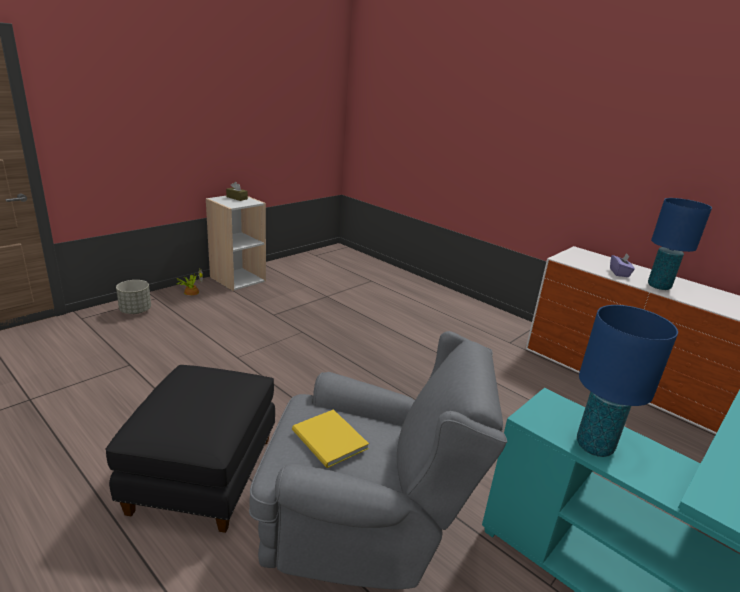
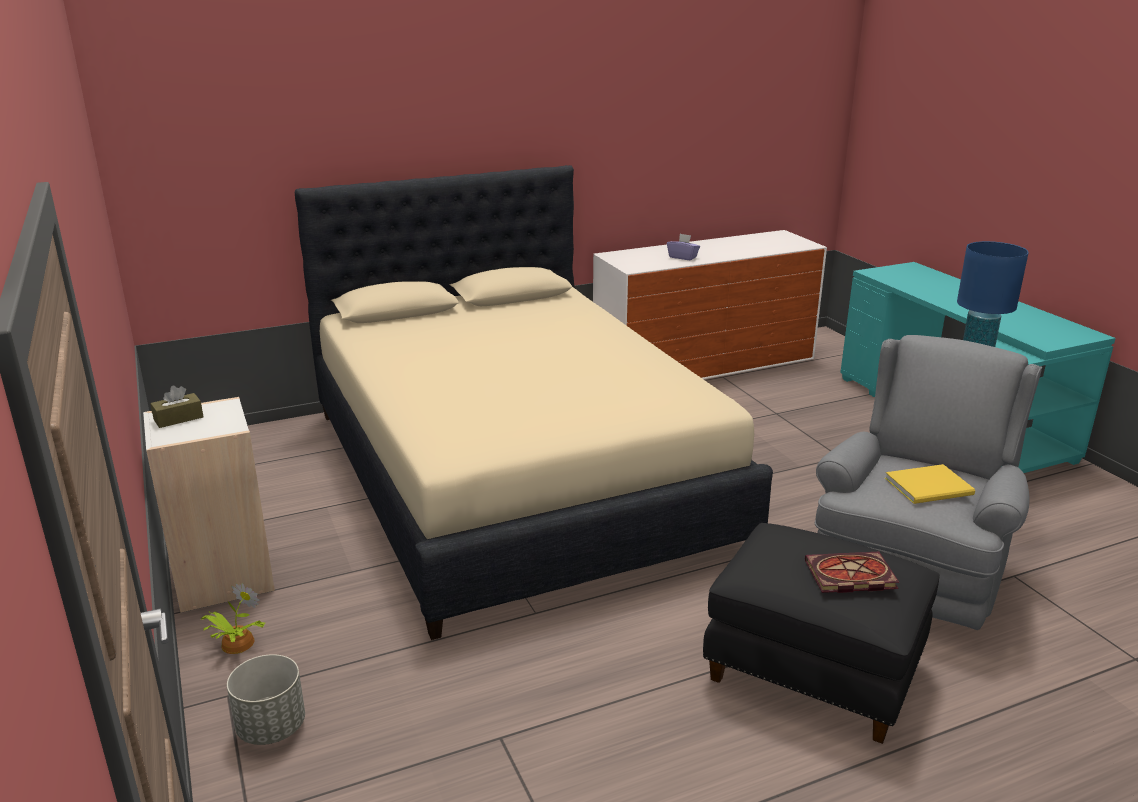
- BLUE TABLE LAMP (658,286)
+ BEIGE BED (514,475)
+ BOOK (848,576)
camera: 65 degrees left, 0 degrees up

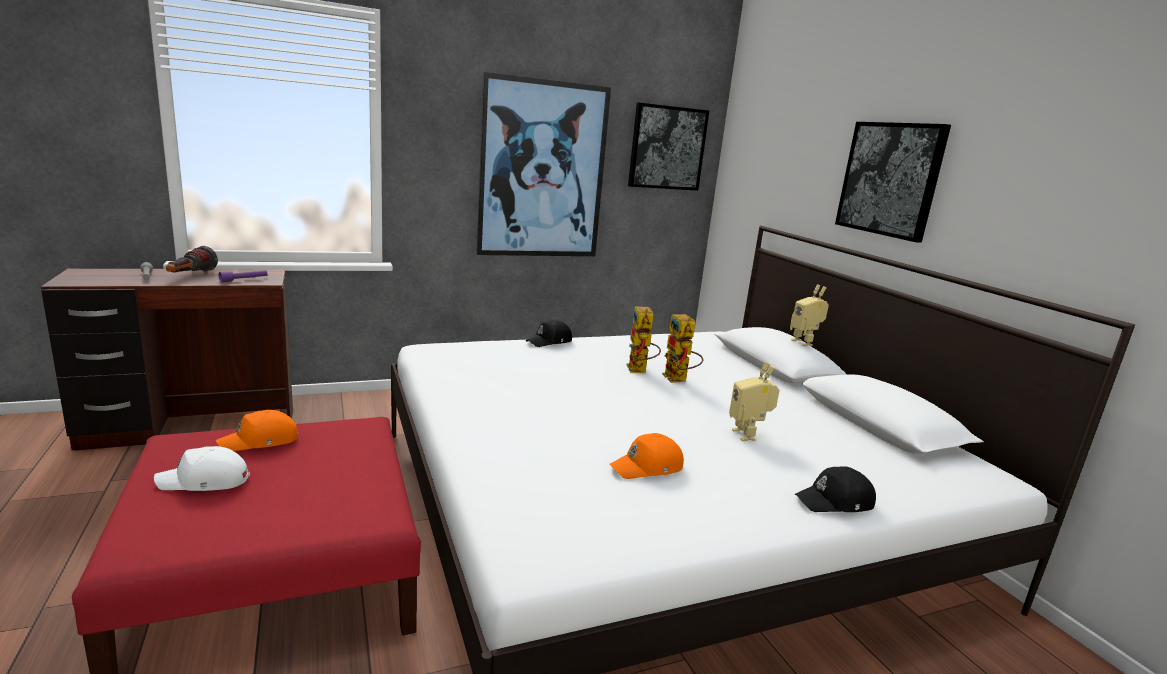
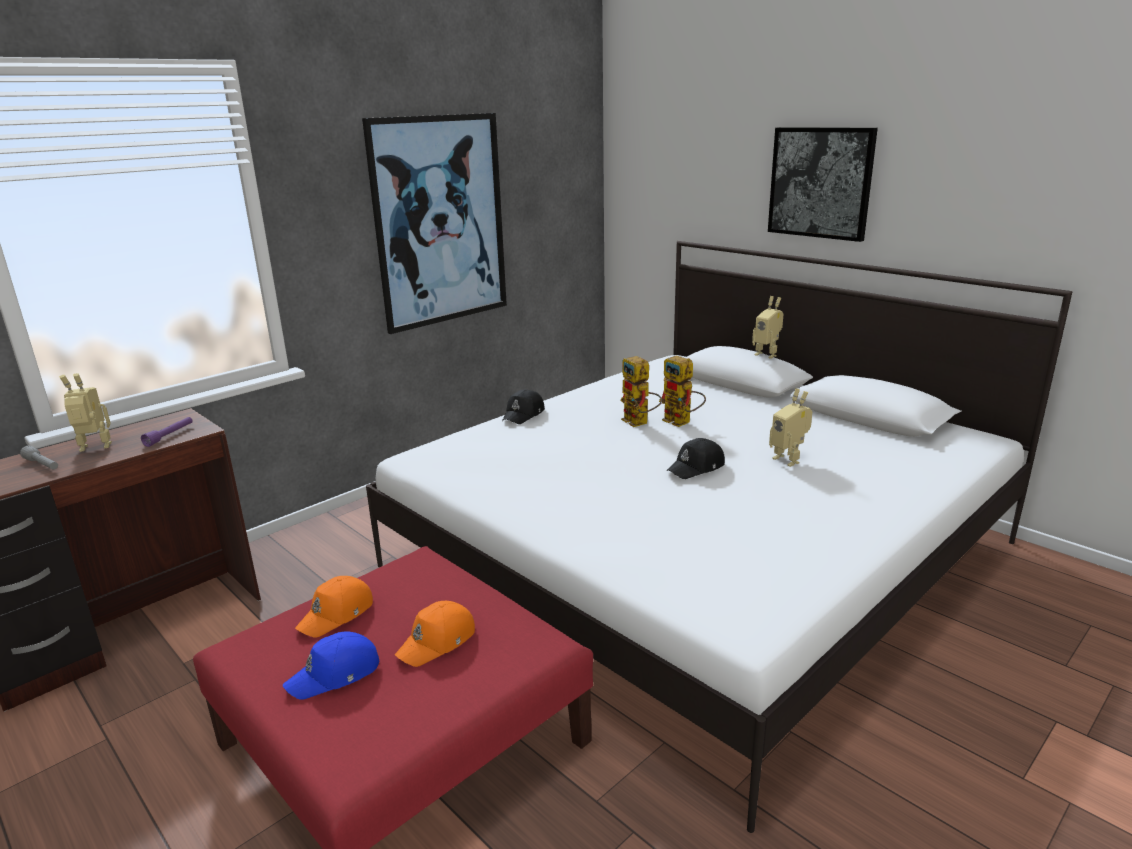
~ WHITE CAP (204,481) to BLUE CAP (335,674)
~ FLASHLIGHT (190,276) to TOY ROBOT (94,448)
~ ORANGE CAP (648,467) to (438,642)
- PICTURE (667,148)
~ BLACK CAP (835,502) to (696,467)
camera: 20 degrees left, 5 degrees up

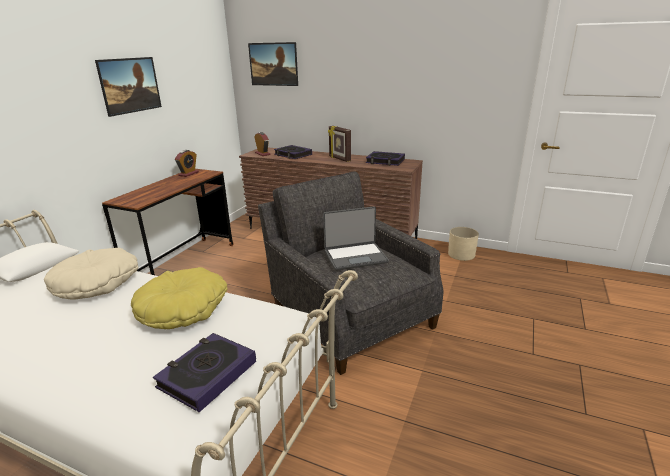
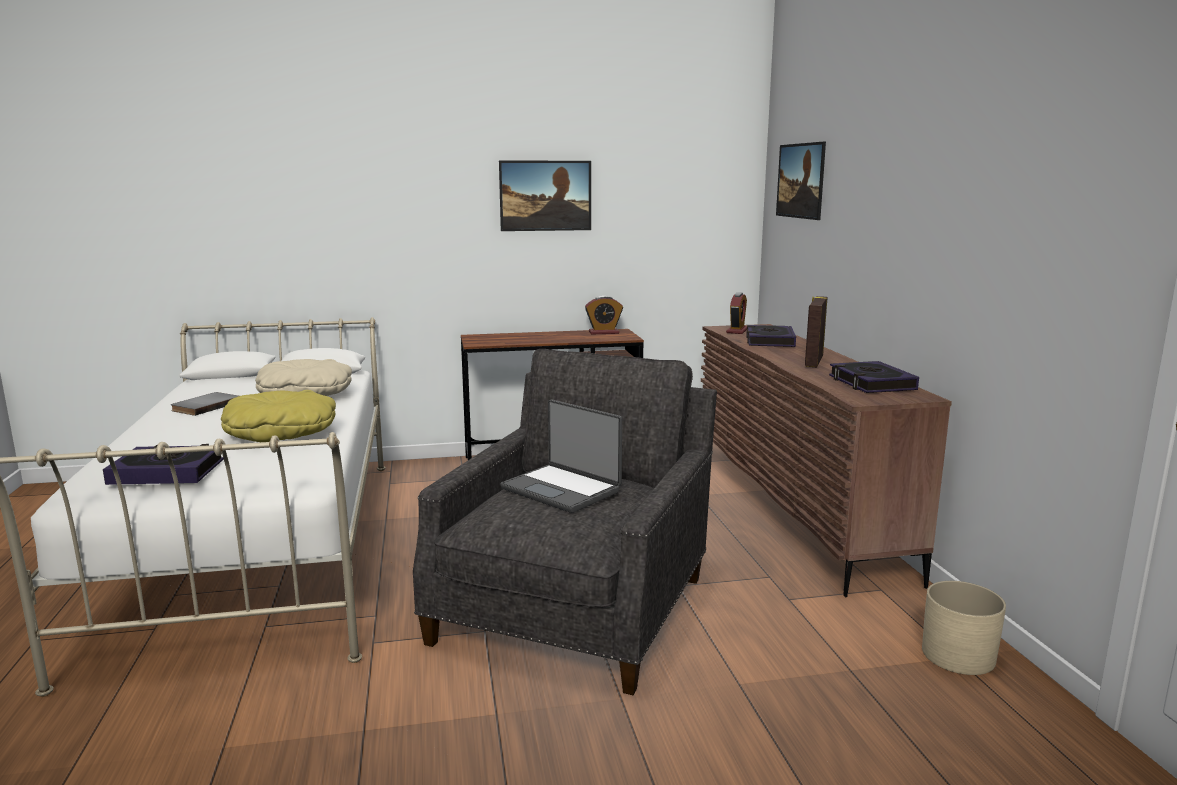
+ GREY BOOK (205,406)
camera: 55 degrees right, 10 degrees down

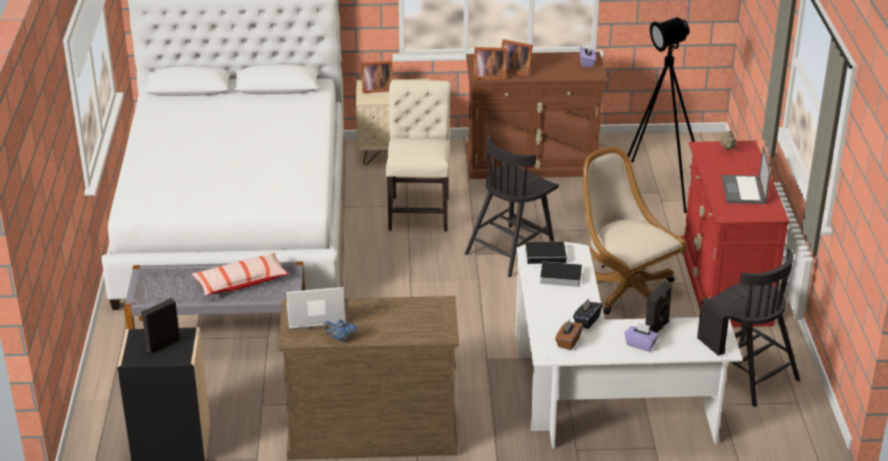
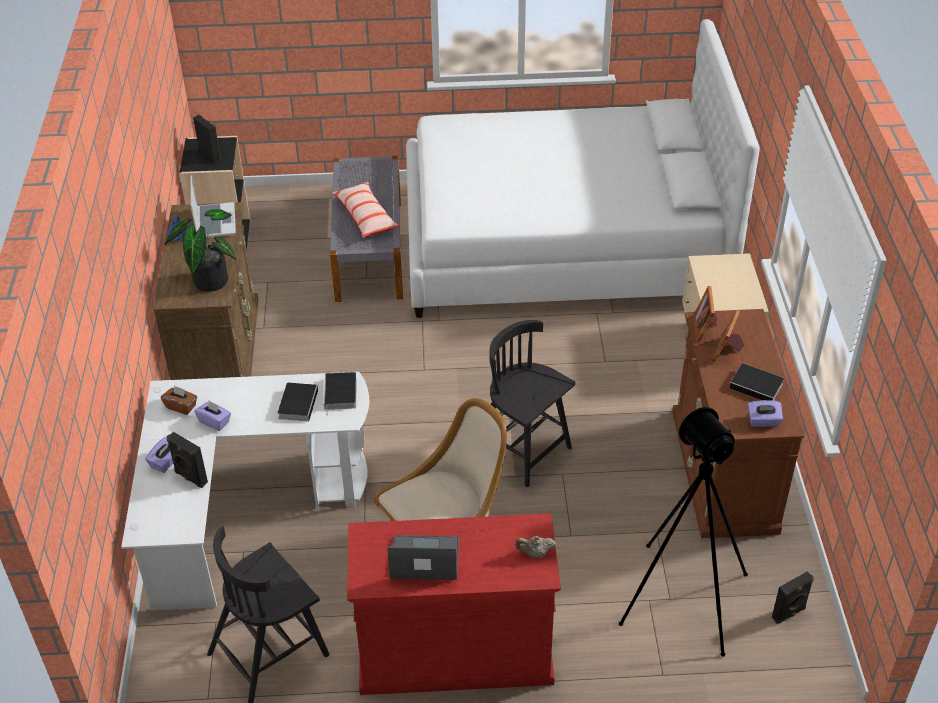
- PICTURE FRAME (375,89)
- BEIGE CHAIR (420,211)
~ BLACK TISSUE BOX (586,321) to PURPLE TISSUE BOX (214,422)
~ BLACK SPEAKER (711,345) to (789,613)
+ POTTED PLANT (208,278)
+ BOOK (758,386)
camera: 90 degrees right, 10 degrees up

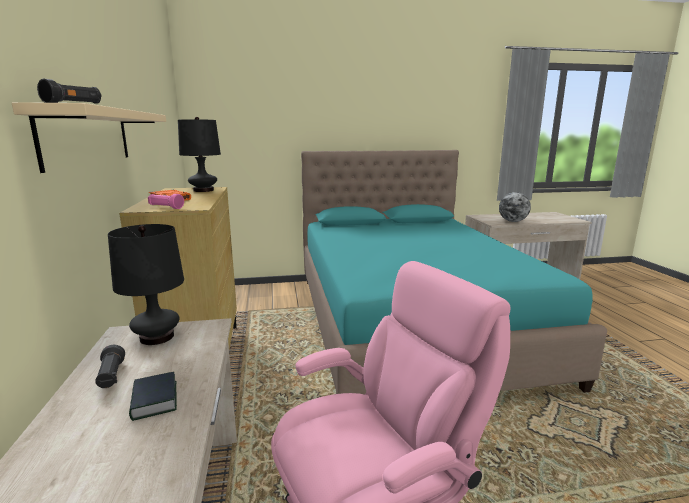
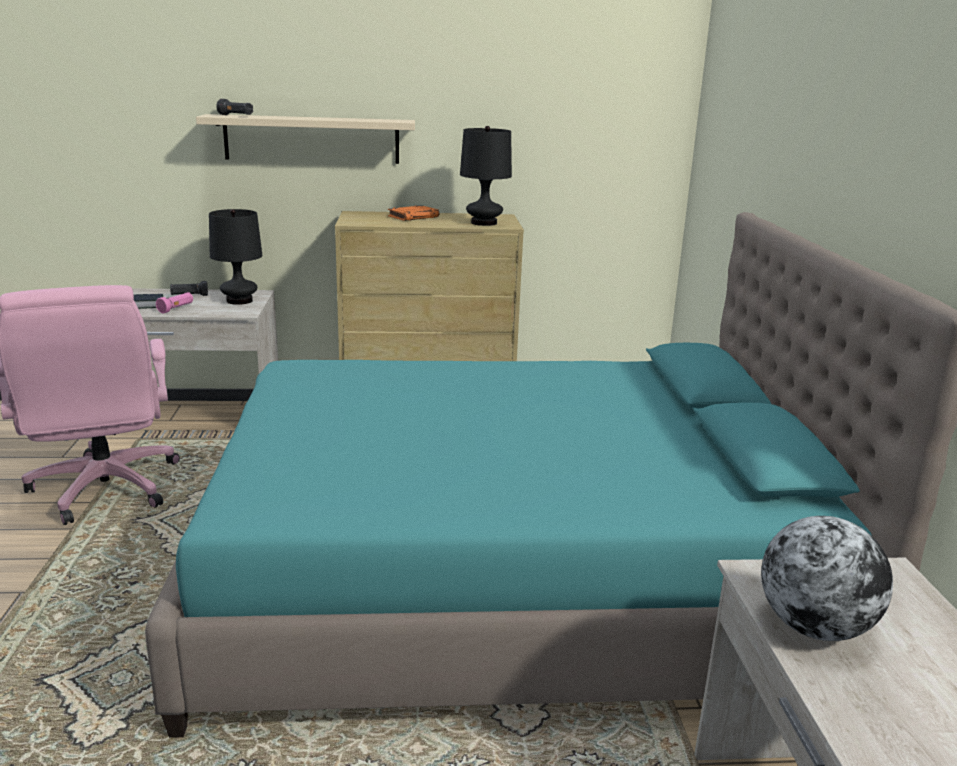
~ PINK FLASHLIGHT (166,207) to (176,309)
camera: 95 degrees right, 5 degrees up

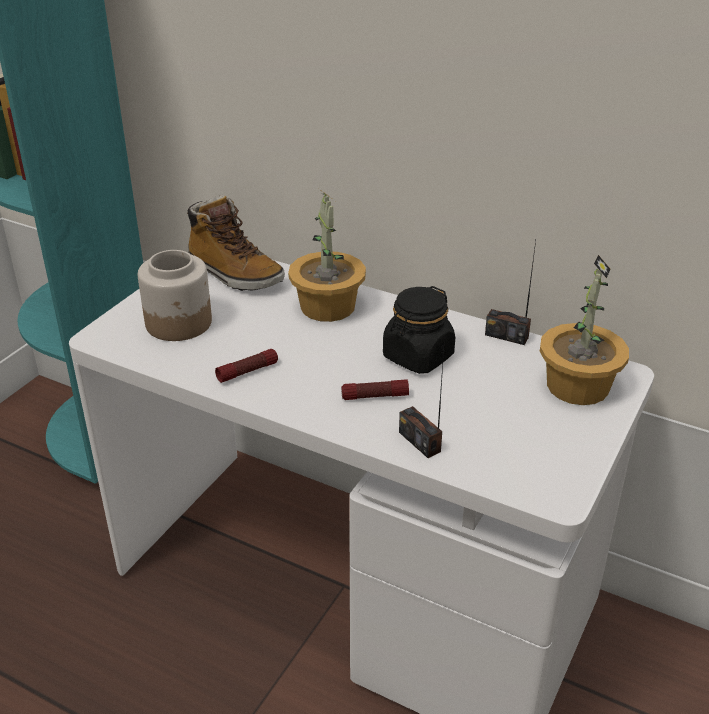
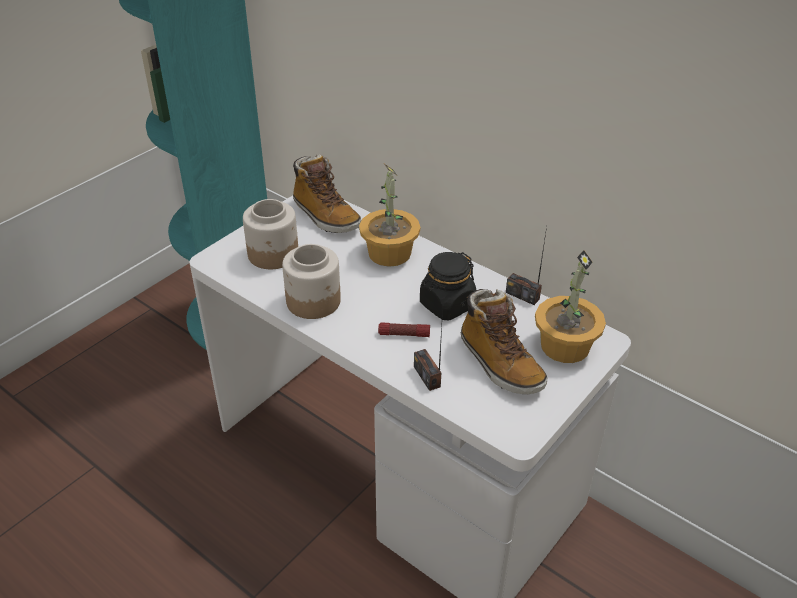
~ FLASHLIGHT (247,371) to JAR (314,301)
+ BOOT (499,364)
camera: 10 degrees right, 5 degrees up

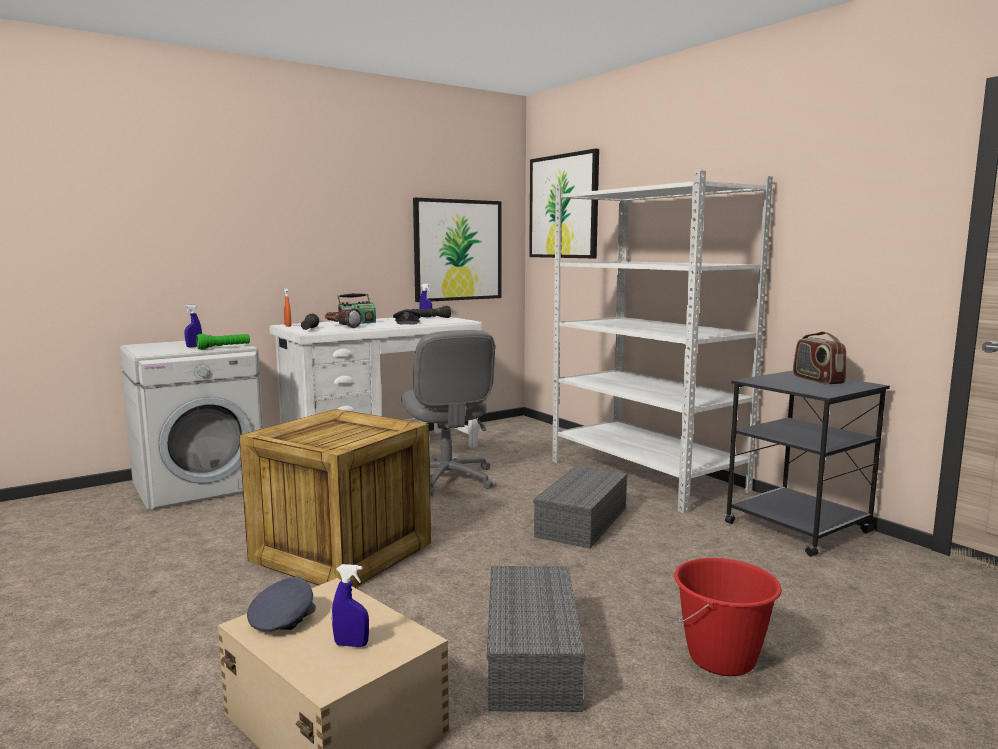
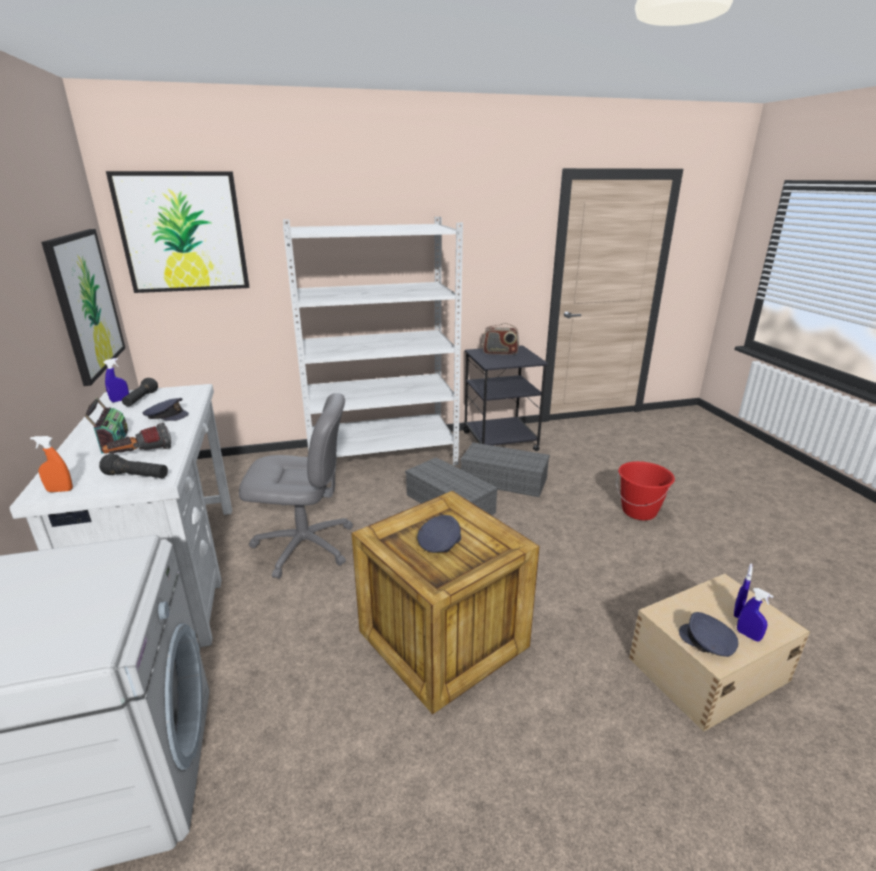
~ BLUE SPRAY BOTTLE (194,346) to (748,635)
- GREEN FLASHLIGHT (224,348)
~ GREY STORAGE BOX (534,658) to (505,480)
+ GREY CAP (439,542)
camera: 70 degrees left, 15 degrees up

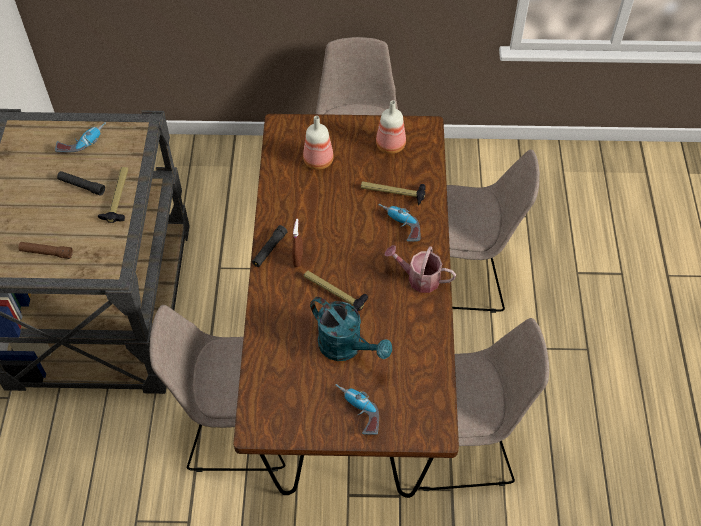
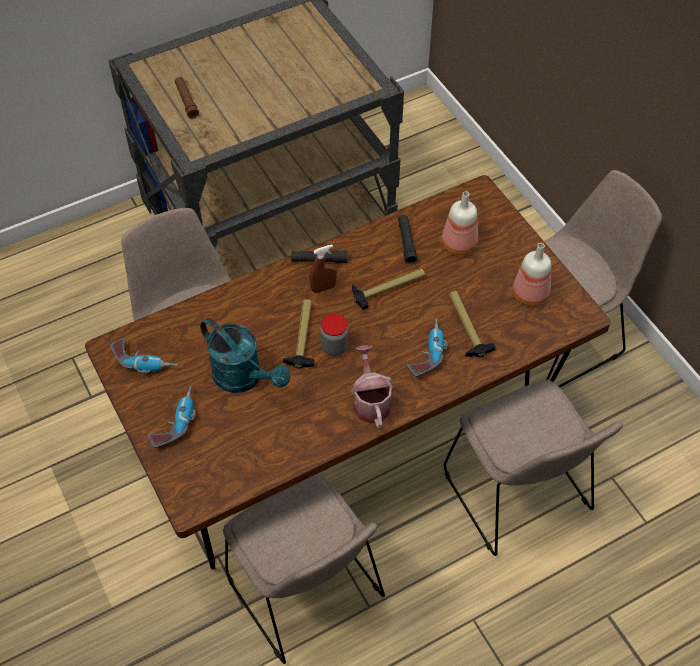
~ POWER DRILL (83,142) to (144,361)
~ BLACK FLASHLIGHT (81,186) to (406,242)
~ HAMMER (118,197) to (388,288)
~ TURQUOISE WATERING CAN (346,347) = (244,378) 60 degrees counterclockwise
+ JAR (334,347)
camera: 60 degrees right, 0 degrees up

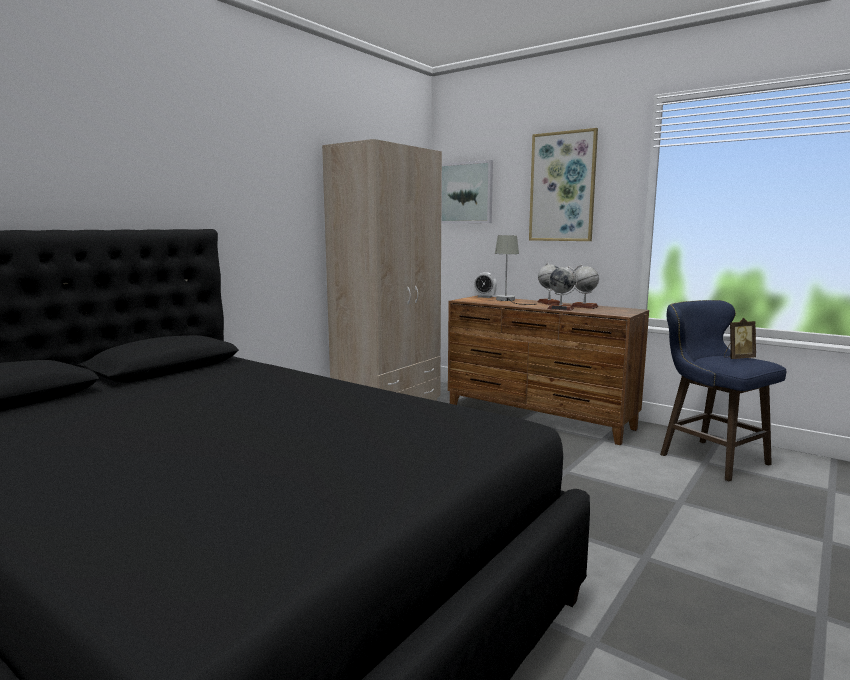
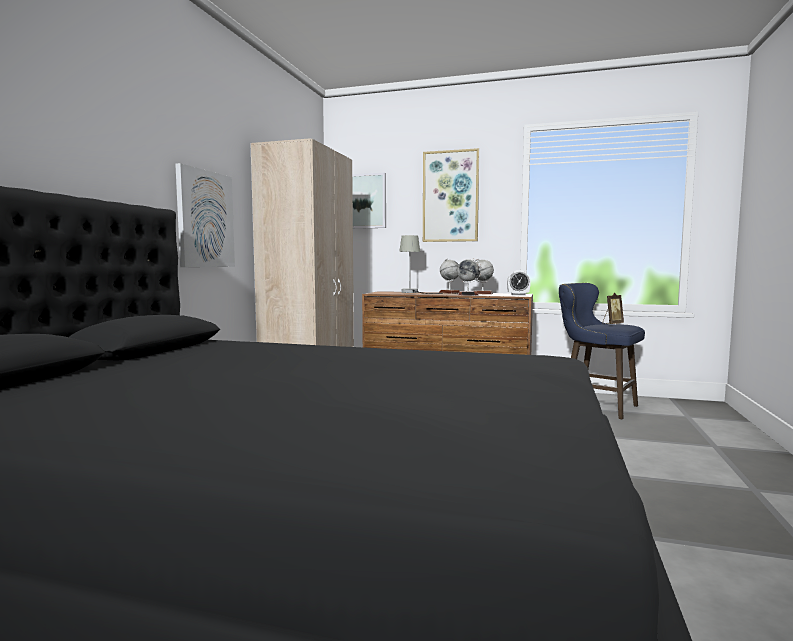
~ ALARM CLOCK (484,297) to (518,295)
+ PICTURE (205,219)
camera: 20 degrees left, 5 degrees down

